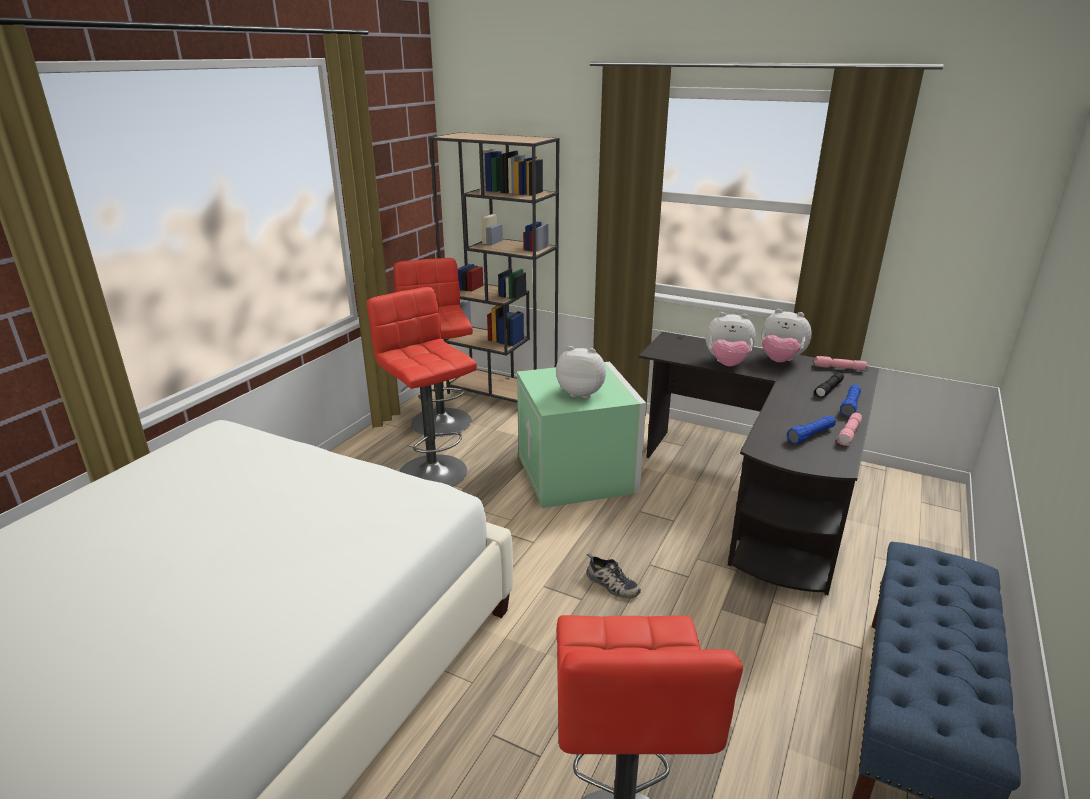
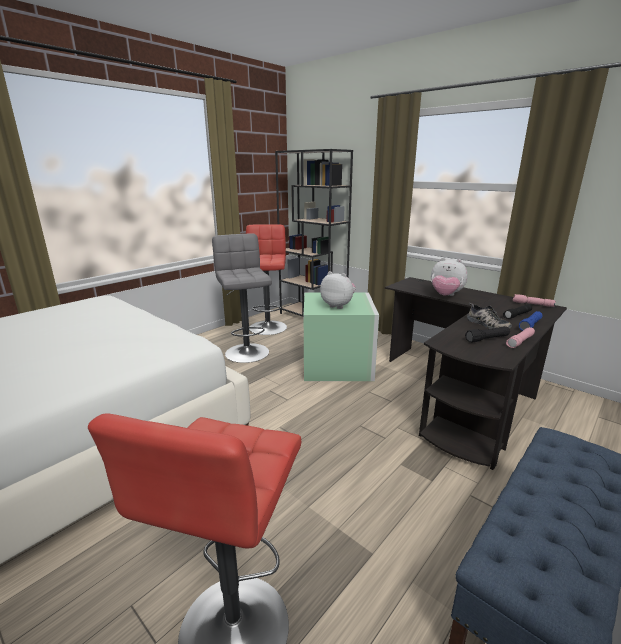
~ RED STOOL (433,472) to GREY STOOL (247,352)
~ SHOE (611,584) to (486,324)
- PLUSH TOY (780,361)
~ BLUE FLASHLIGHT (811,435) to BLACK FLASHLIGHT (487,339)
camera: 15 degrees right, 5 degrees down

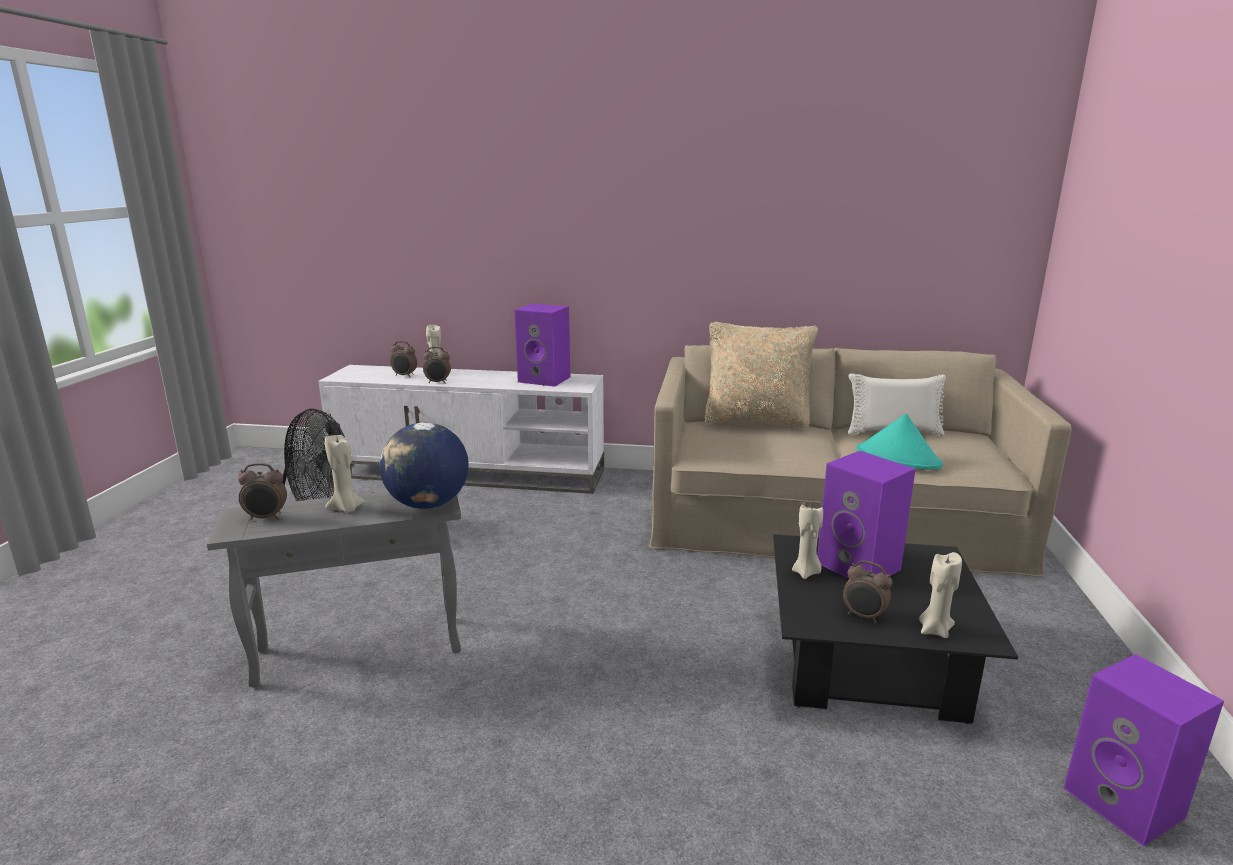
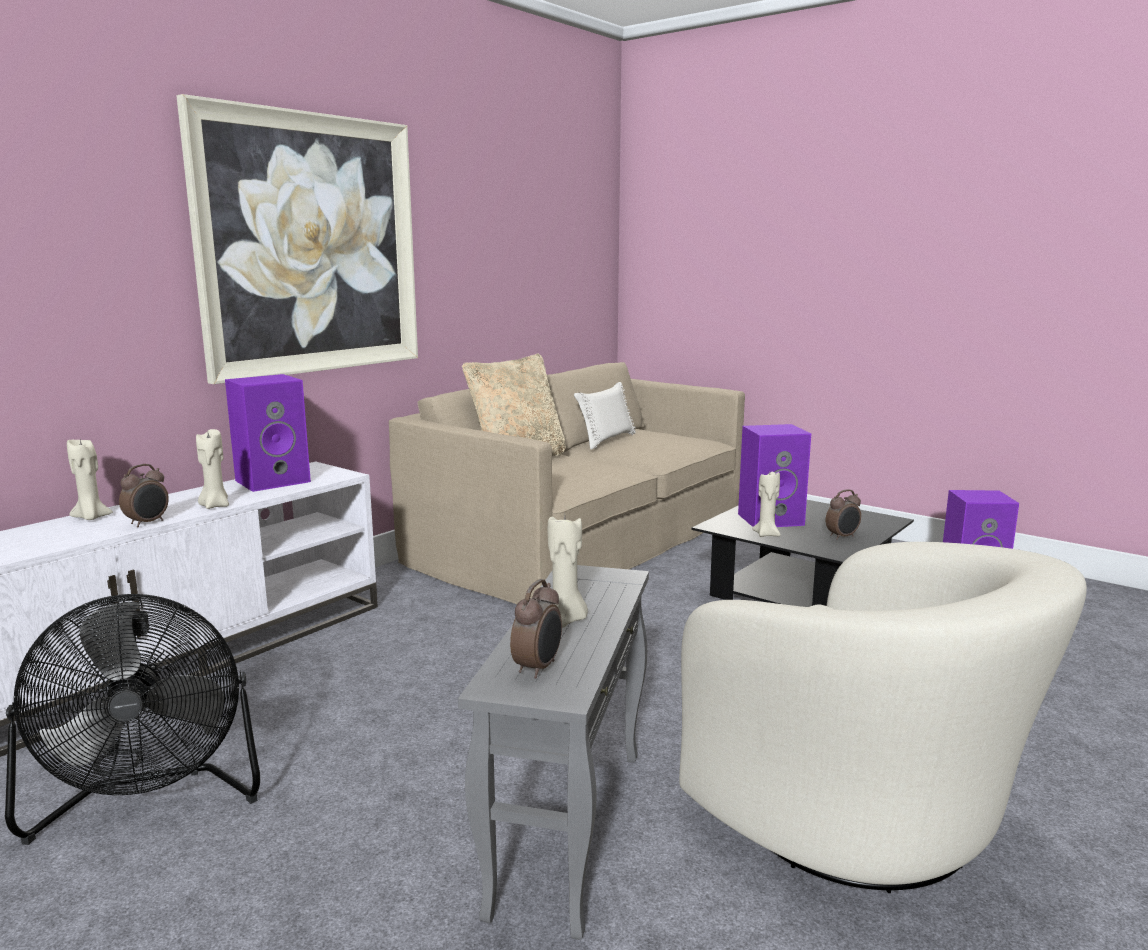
- GLOBE (427,504)
- ALARM CLOCK (404,376)
- TURQUOISE HAT (898,458)
~ BEIGE CANDLE (934,630) to (215,506)
+ PICTURE (310,245)
+ BEIGE ARMCHAIR (857,818)
camera: 60 degrees left, 5 degrees down

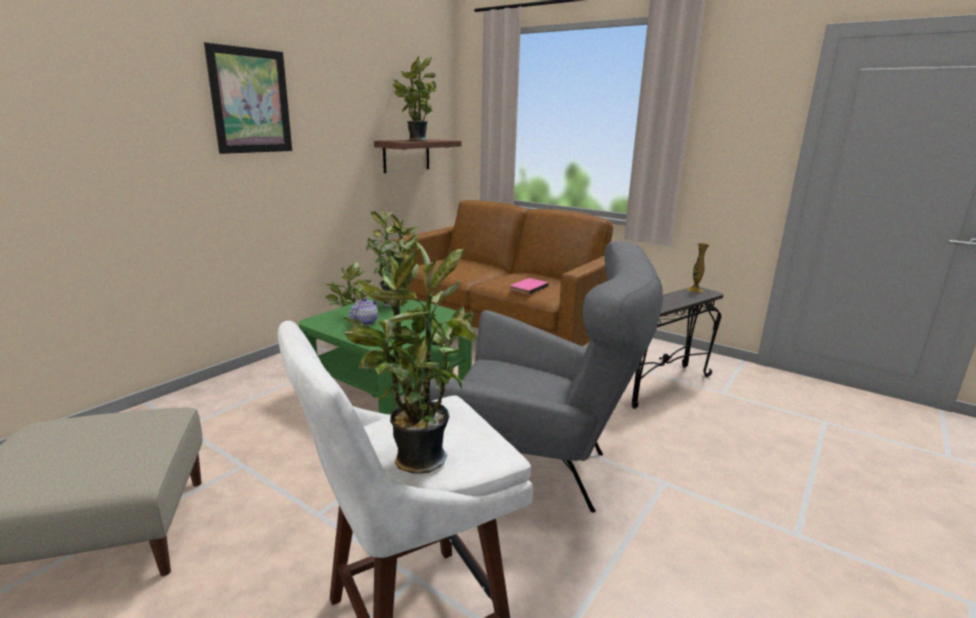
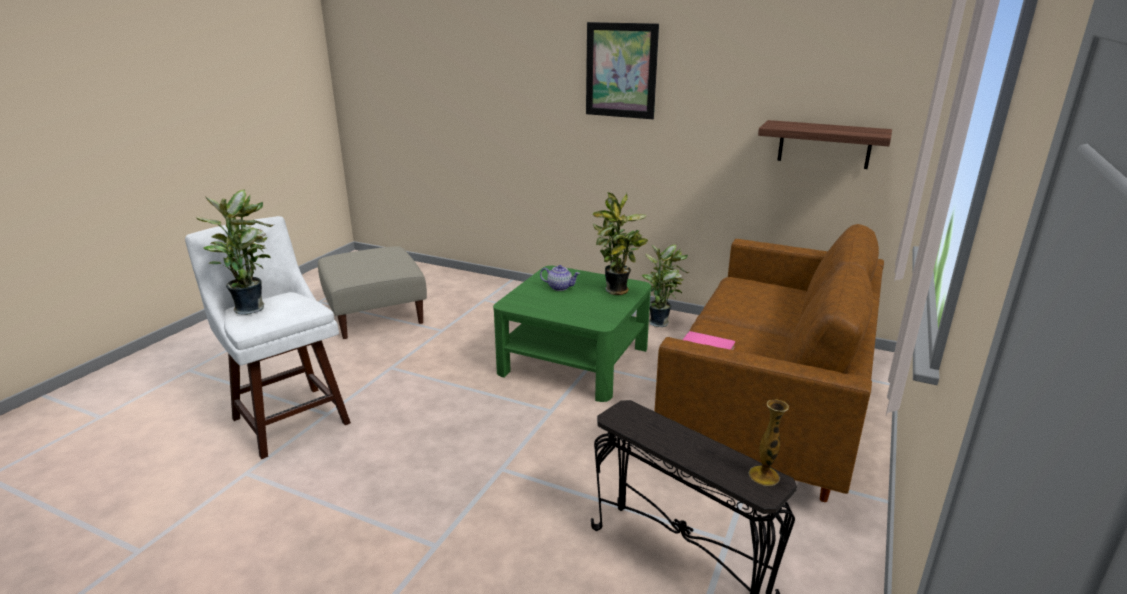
- POTTED PLANT (415,140)
- GREY ARMCHAIR (541,469)
camera: 80 degrees right, 5 degrees up

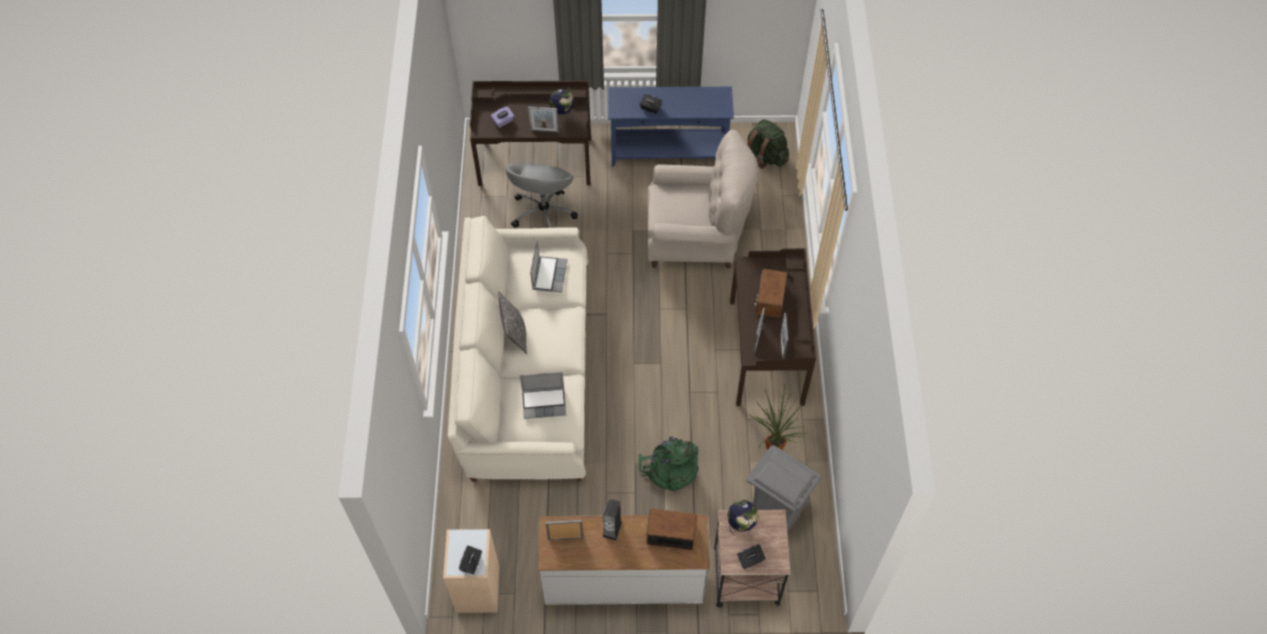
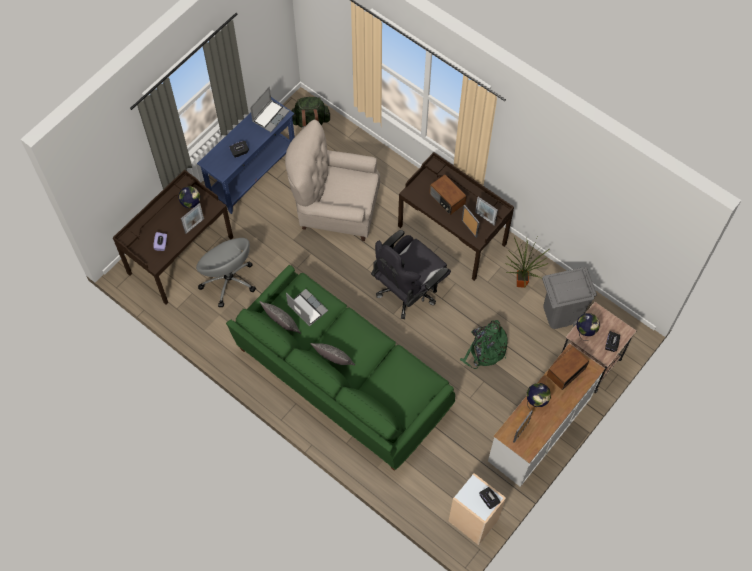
~ BEIGE SOFA (527,370) to GREEN SOFA (341,379)
~ LAPTOP (544,402) to (270,116)
~ SPEAKER (612,529) to GLOBE (536,401)
~ BEIGE ARMCHAIR (696,239) = (335,209) 120 degrees counterclockwise
+ PILLOW (282,325)
+ BLACK OFFICE CHAIR (409,289)
camera: 50 degrees left, 5 degrees up

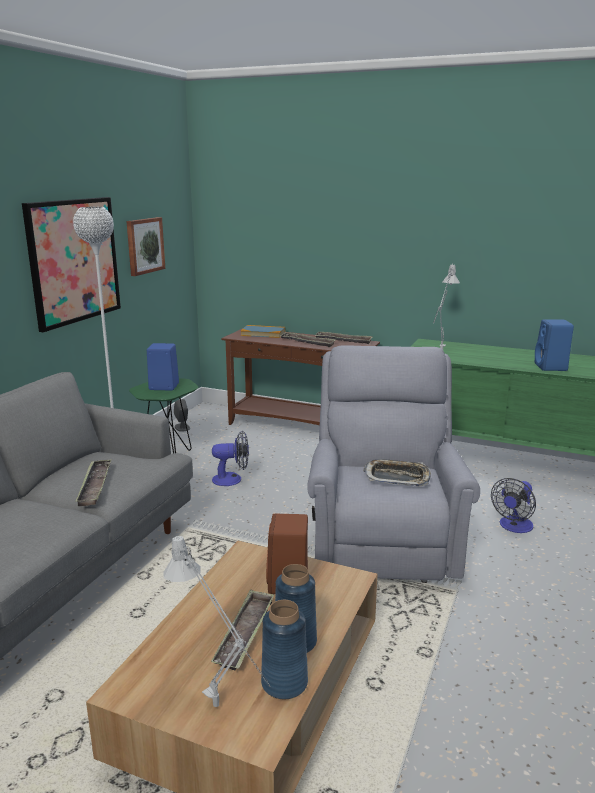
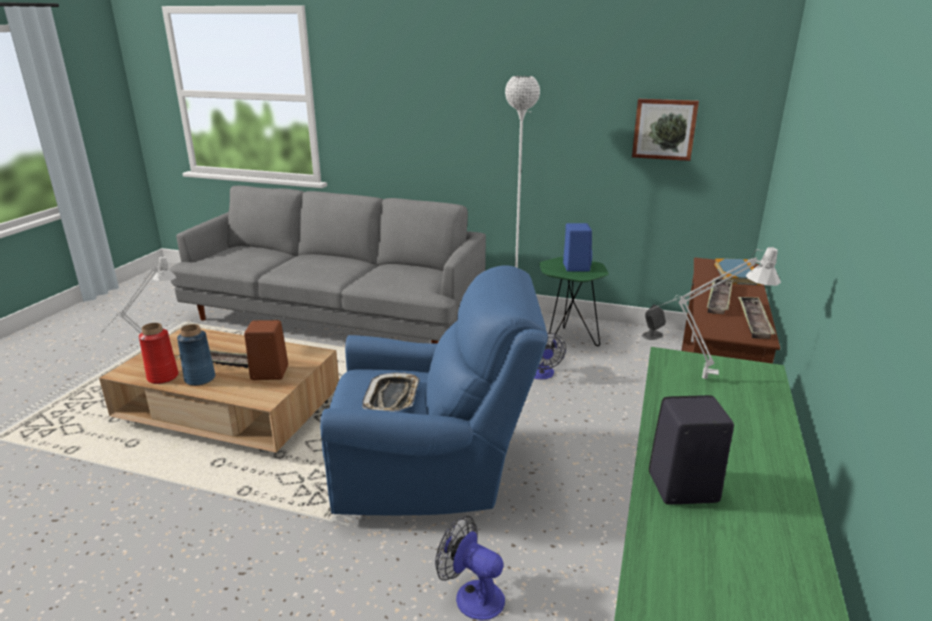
- PICTURE (74,261)
- TRAY (95,486)
~ BLUE VASE (284,683) to RED VASE (163,377)
~ GREY ARMCHAIR (383,538) to BLUE ARMCHAIR (432,472)
~ BLUE SPEAKER (551,367) to BLACK SPEAKER (680,488)
camera: 85 degrees right, 5 degrees up

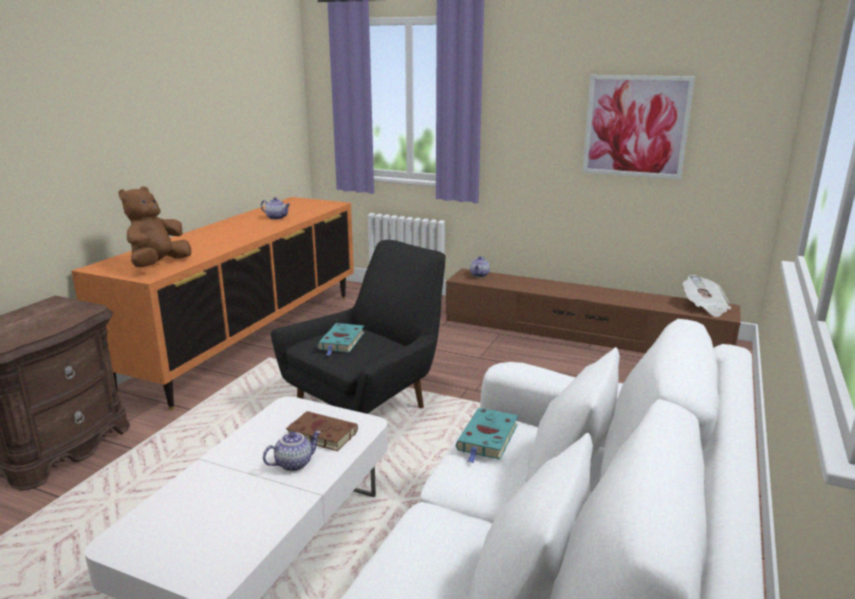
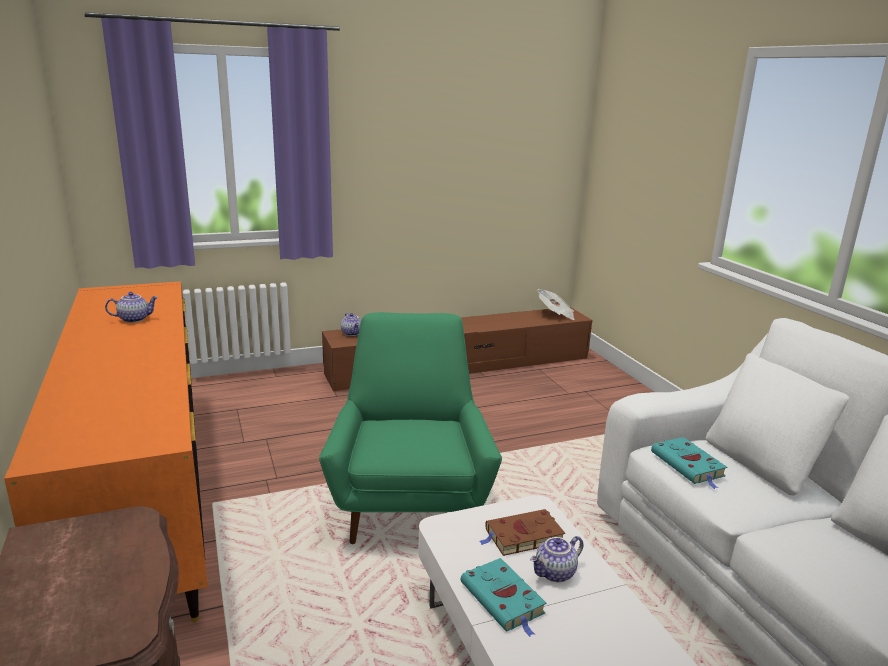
- BROWN PLUSH TOY (158,265)
~ TEAPOT (294,463) = (555,573) 135 degrees counterclockwise
~ BLACK ARMCHAIR (369,408) to GREEN ARMCHAIR (409,505)
~ TURQUOISE BOOK (341,342) to (504,600)
- PICTURE (636,126)
camera: 45 degrees left, 0 degrees up

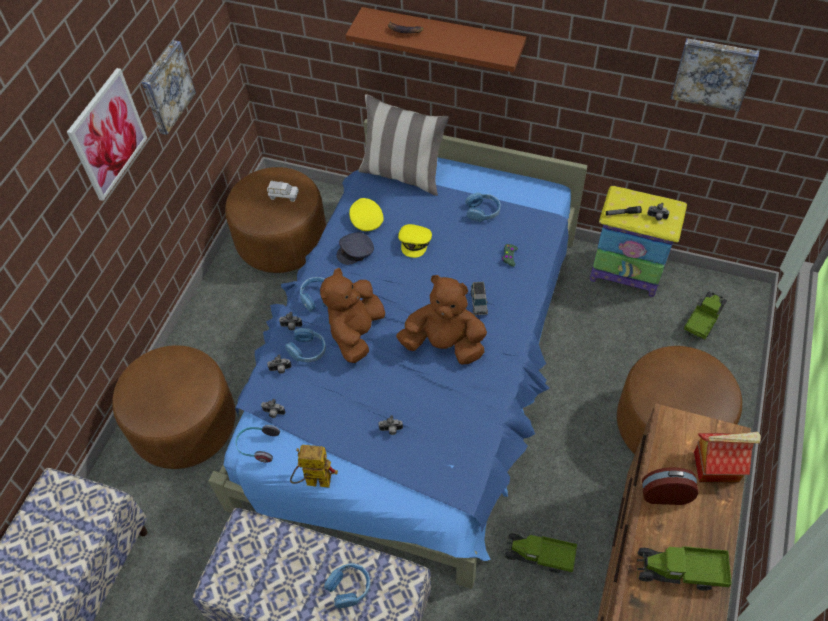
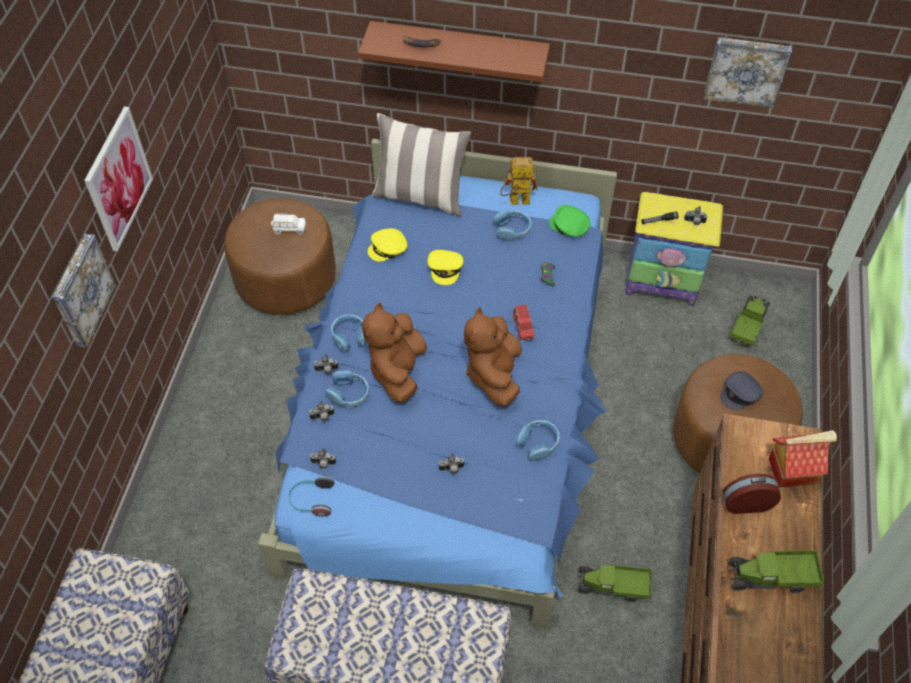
- BROWN OTTOMAN (185,425)
~ PICTURE (166,87) to (81,290)
~ TOY ROBOT (313,481) to (514,201)
~ BLUE HEADPHONES (349,587) to (538,443)
~ GREY CAP (356,252) to (740,394)
~ YELLOW CAP (366,220) = (388,248) 90 degrees counterclockwise
~ BROWN PLUSH TOY (444,344) = (494,374) 90 degrees counterclockwise
~ GREY TOY CAR (479,303) to RED TOY CAR (523,328)
+ GREEN CAP (569,227)
camera: 10 degrees left, 0 degrees up

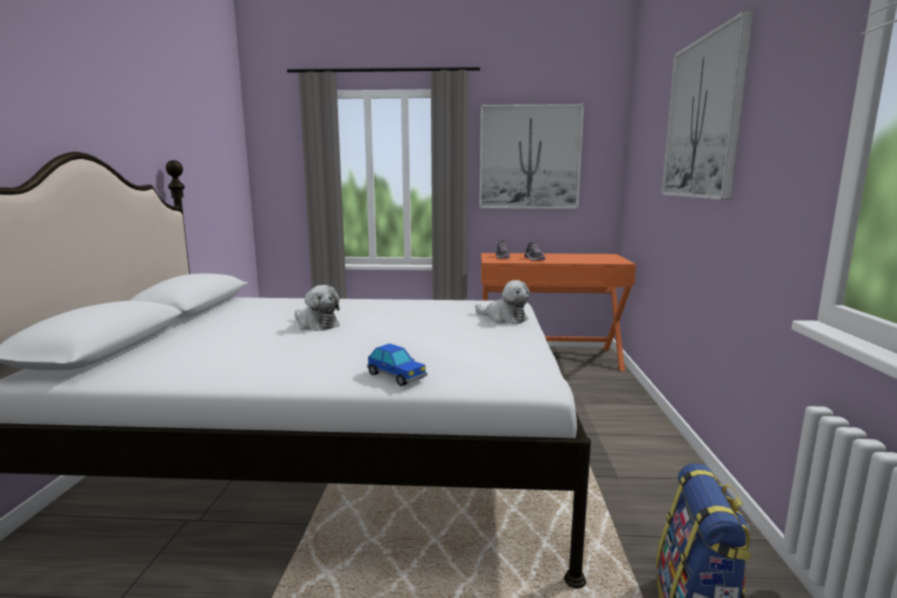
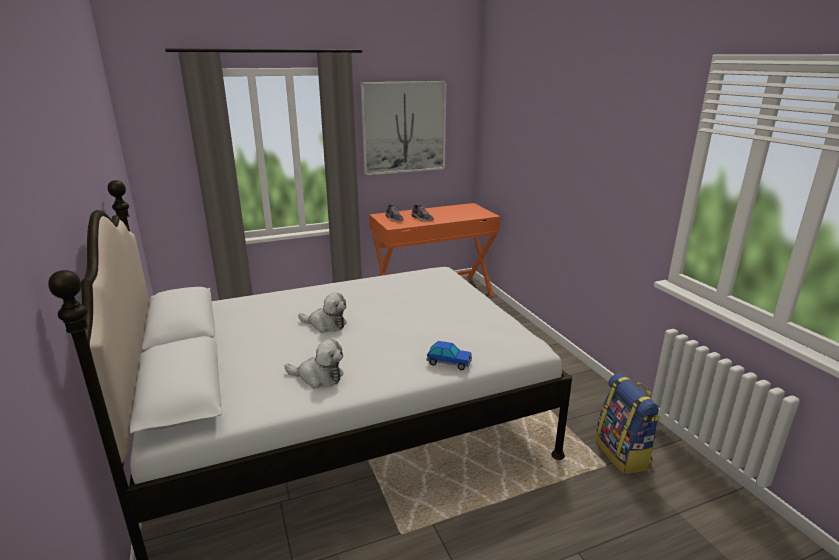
~ PLUSH TOY (504,318) to (318,377)
- PICTURE (703,118)
camera: 25 degrees left, 10 degrees up

